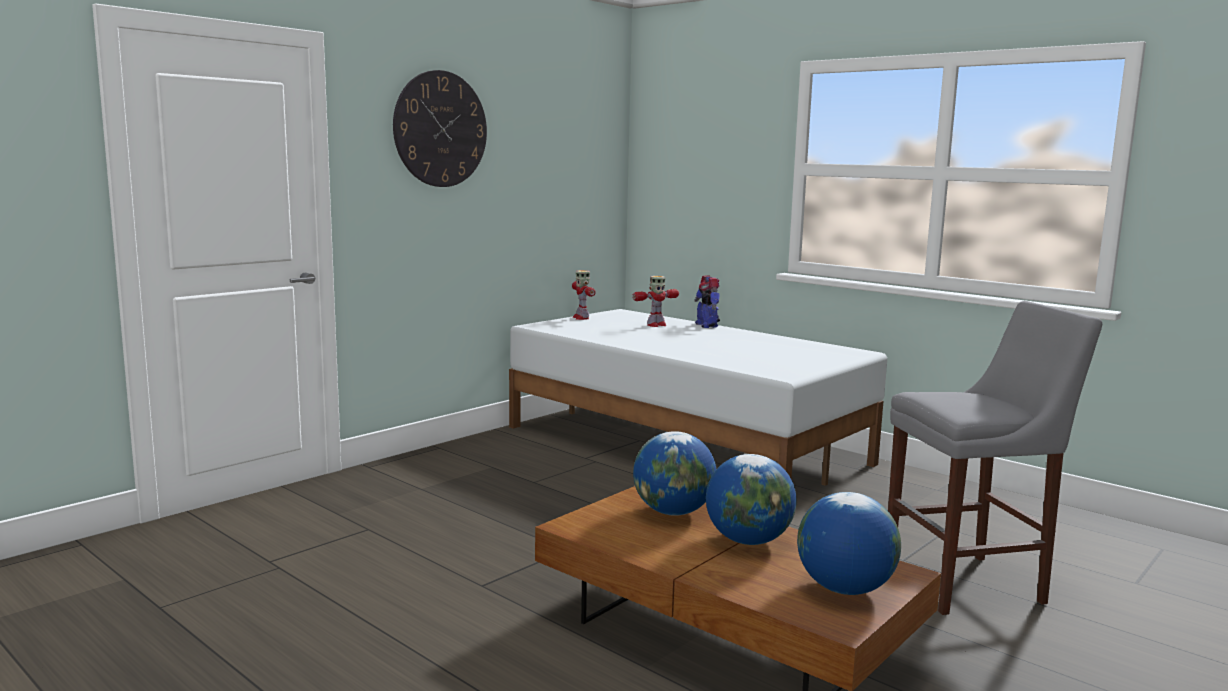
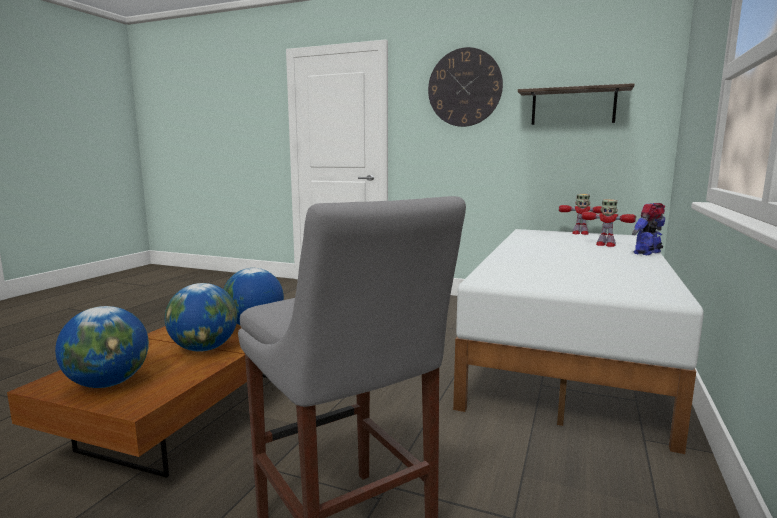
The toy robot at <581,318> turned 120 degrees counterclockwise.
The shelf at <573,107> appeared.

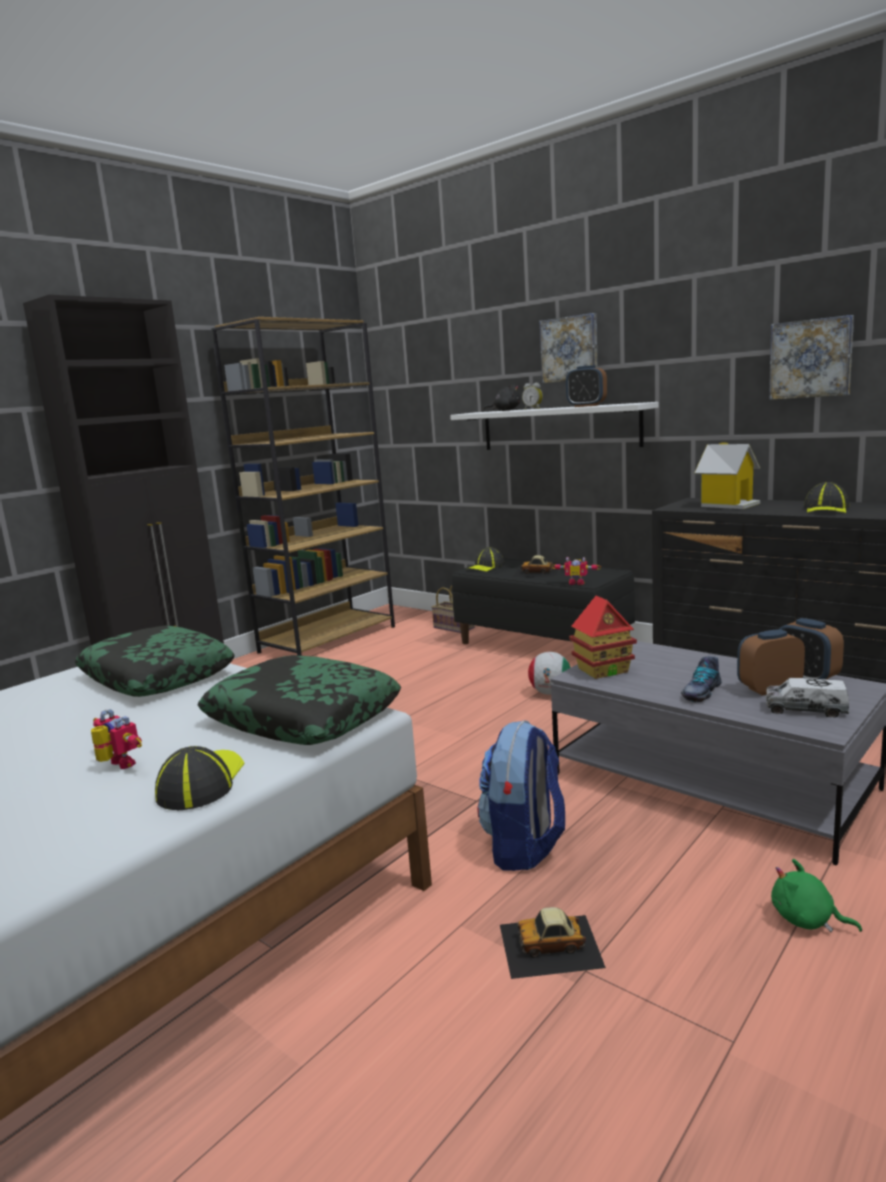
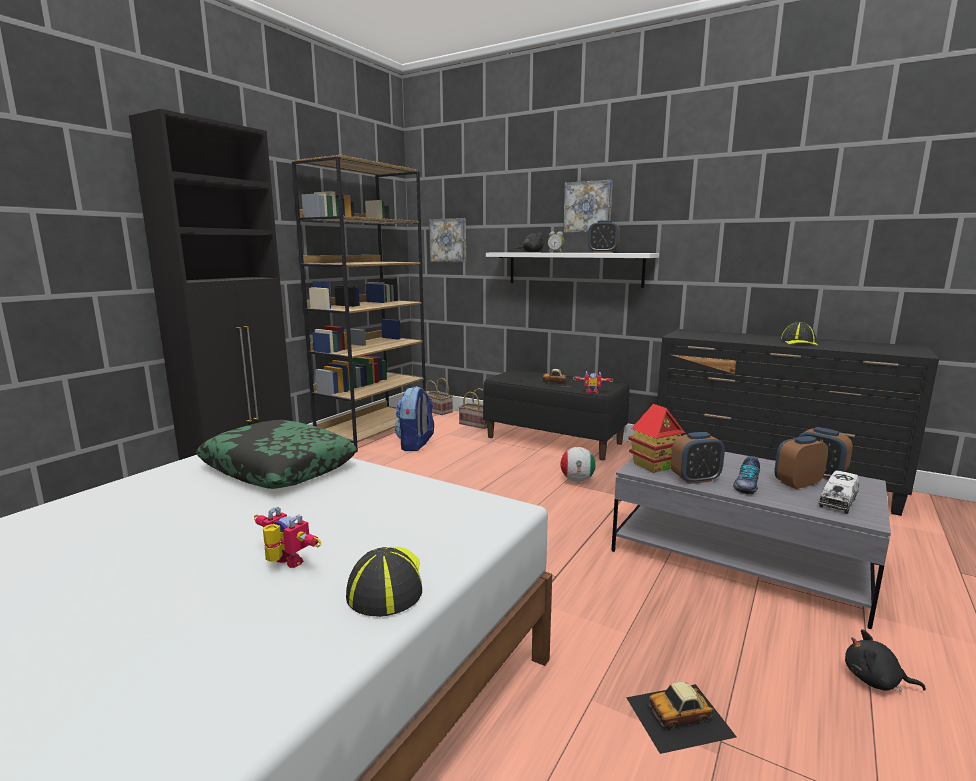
The pillow at <301,717> disappeared.
The cap at <486,567> disappeared.
The backpack moved from <524,847> to <416,445>.
The toy house at <728,505> disappeared.
The toy truck at <805,709> turned 60 degrees counterclockwise.
The picture moved from <811,358> to <449,240>.
The plush toy in green at <807,920> became the plush toy in black at <875,681>.
The basket at <438,411> appeared.
The alarm clock at <695,479> appeared.

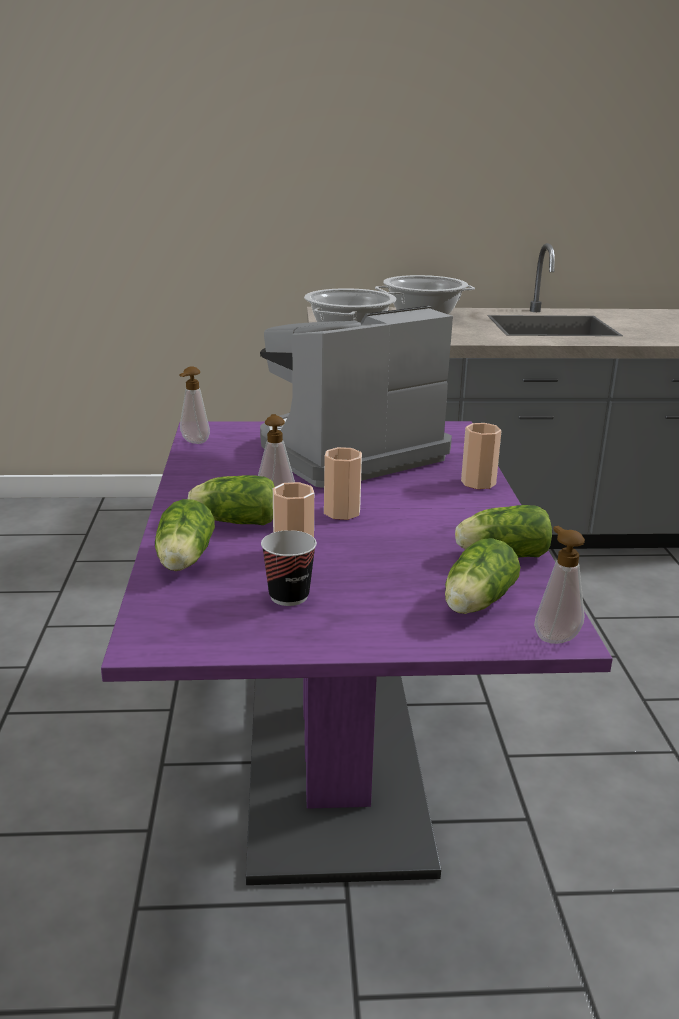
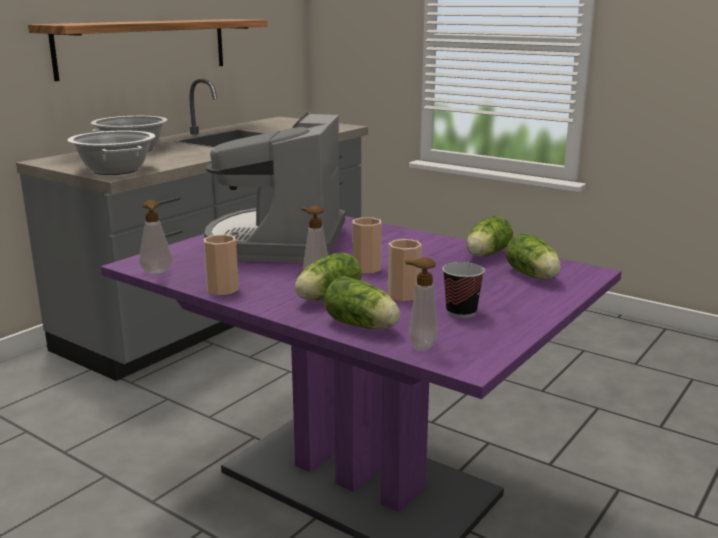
The cup moved from <478,482> to <222,290>.
The soap dispenser moved from <554,636> to <419,346>.
The shelf at <144,47> appeared.

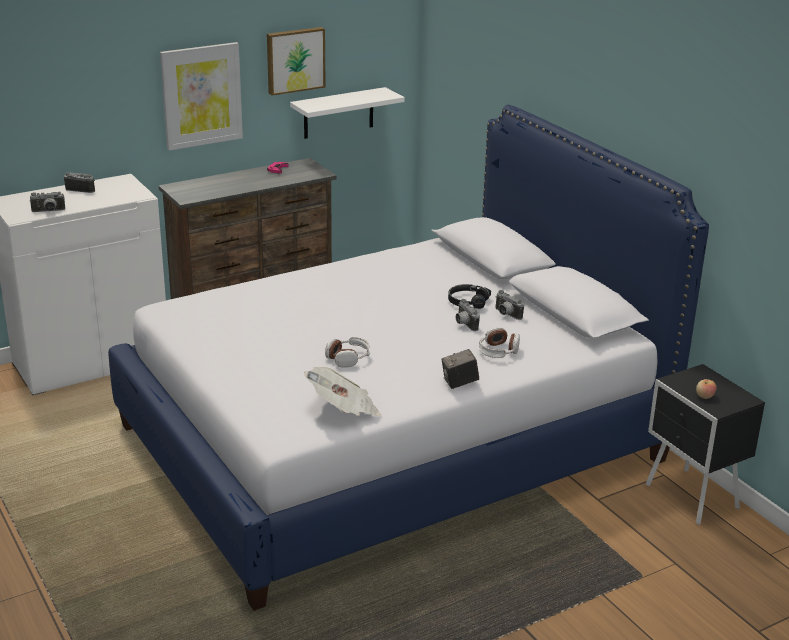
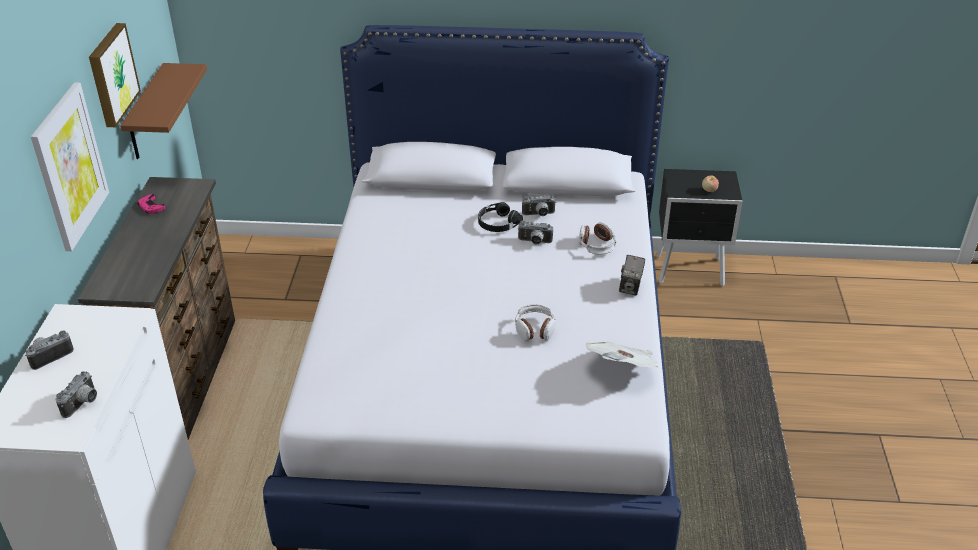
The shelf in white at <338,113> became the shelf in brown at <147,113>.

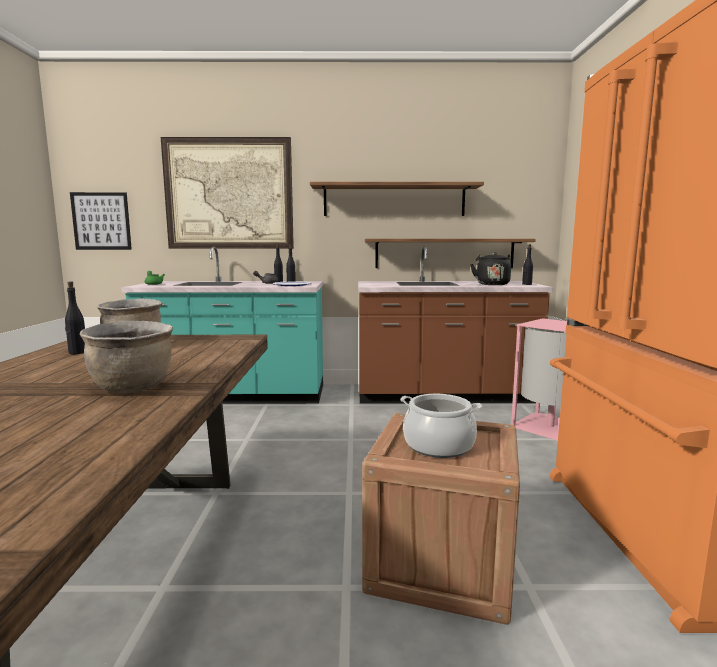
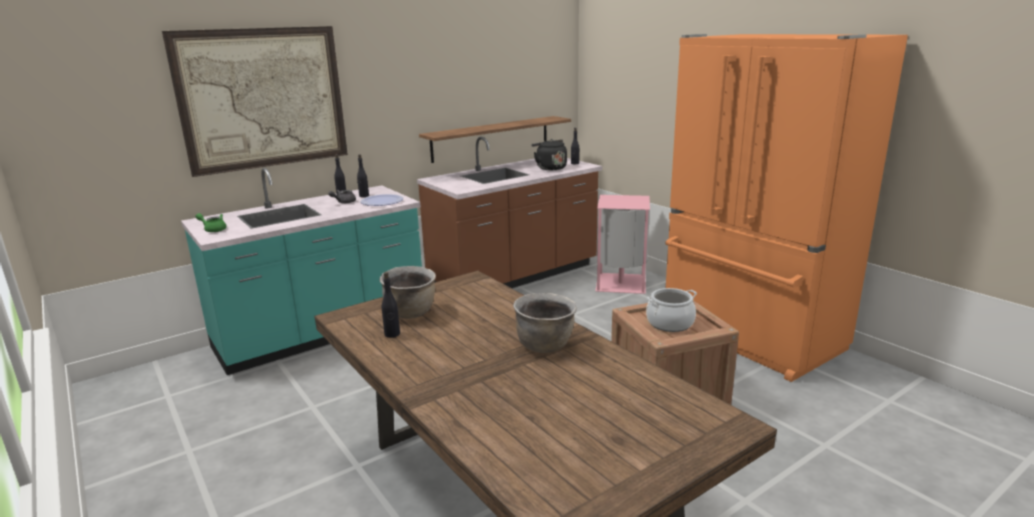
The picture at <101,221> disappeared.
The shelf at <394,200> disappeared.

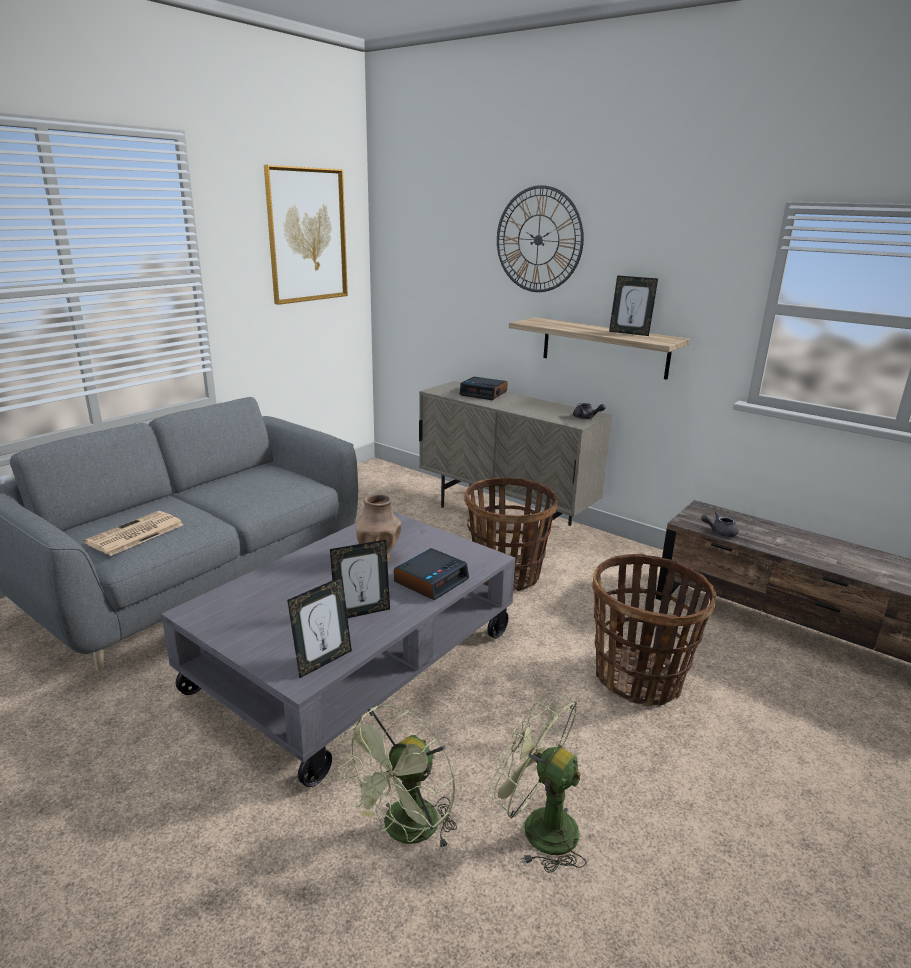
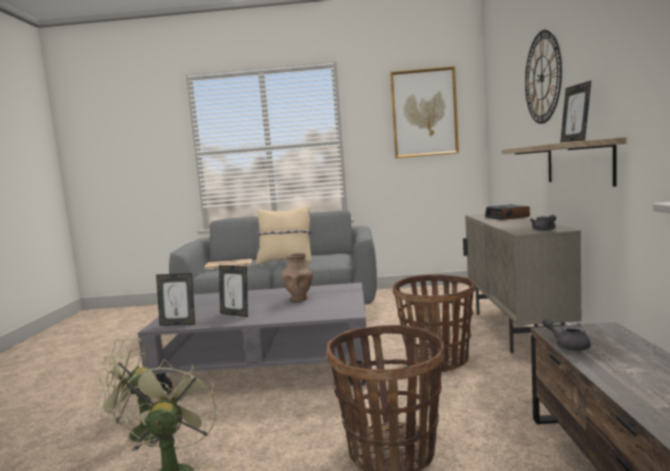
The alarm clock at <431,580> disappeared.
The pillow in beige at <286,262> appeared.

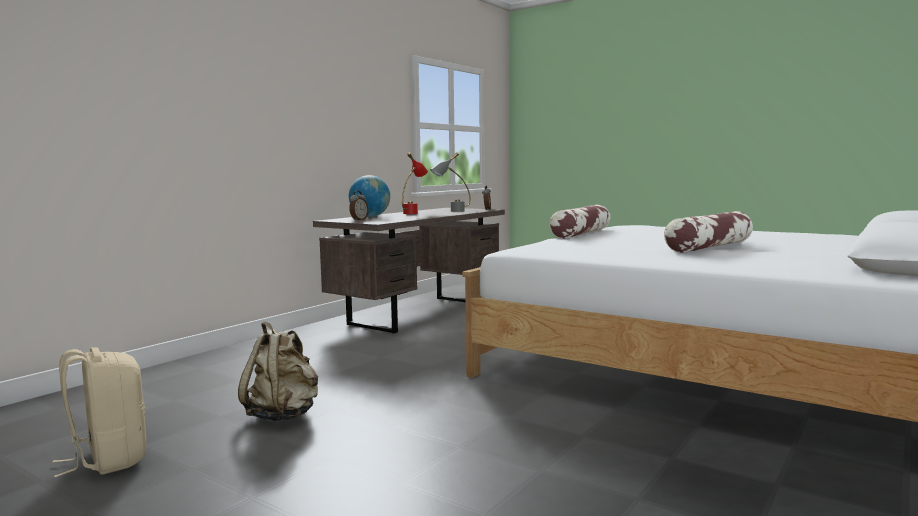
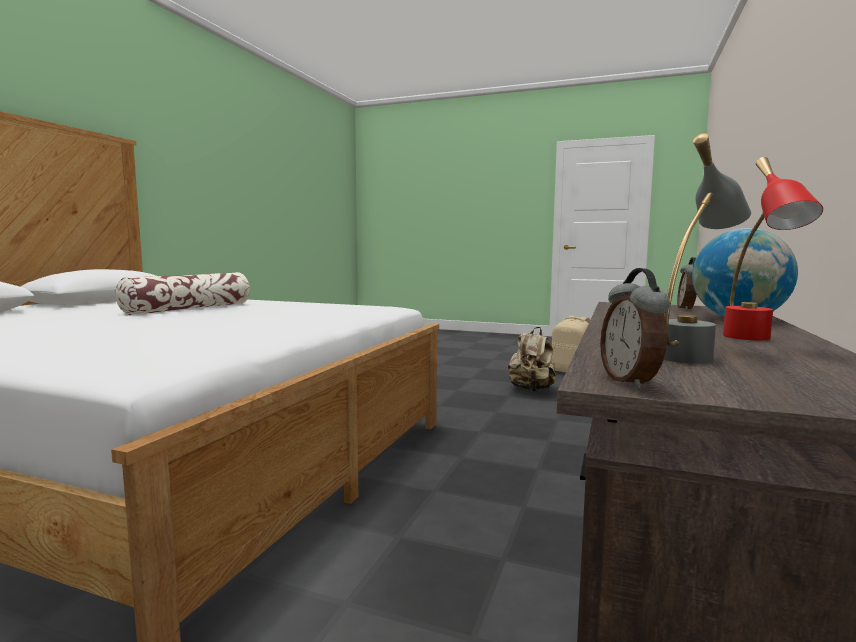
The pillow at <581,234> disappeared.

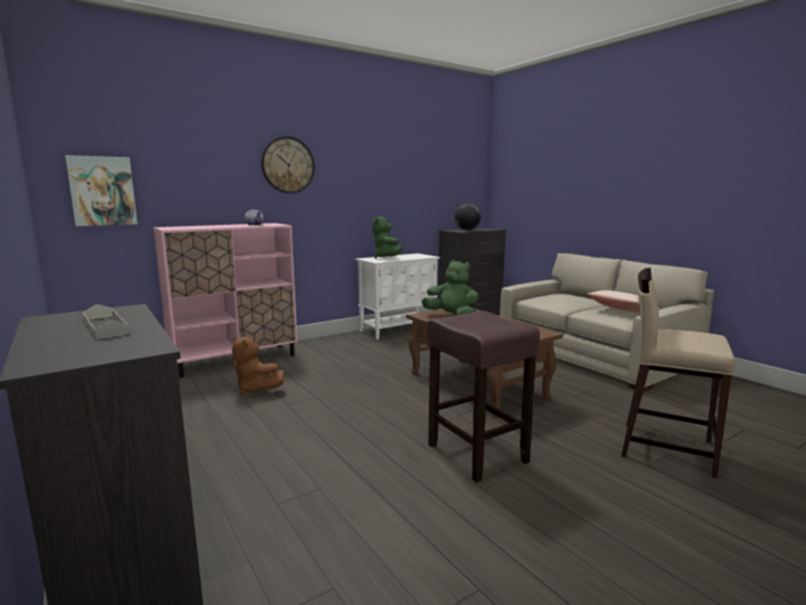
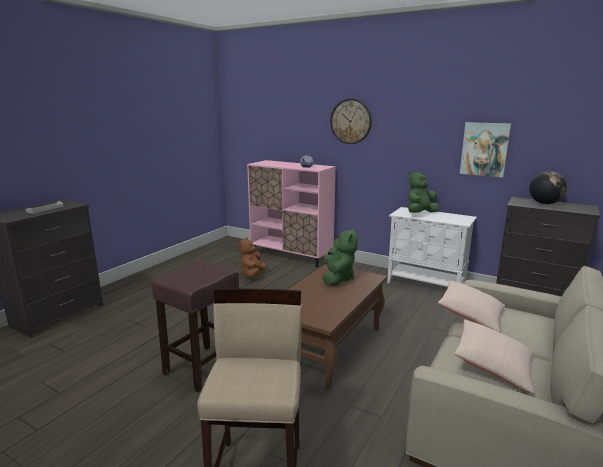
The picture moved from <102,191> to <484,149>.
The pillow in beige at <471,315> appeared.

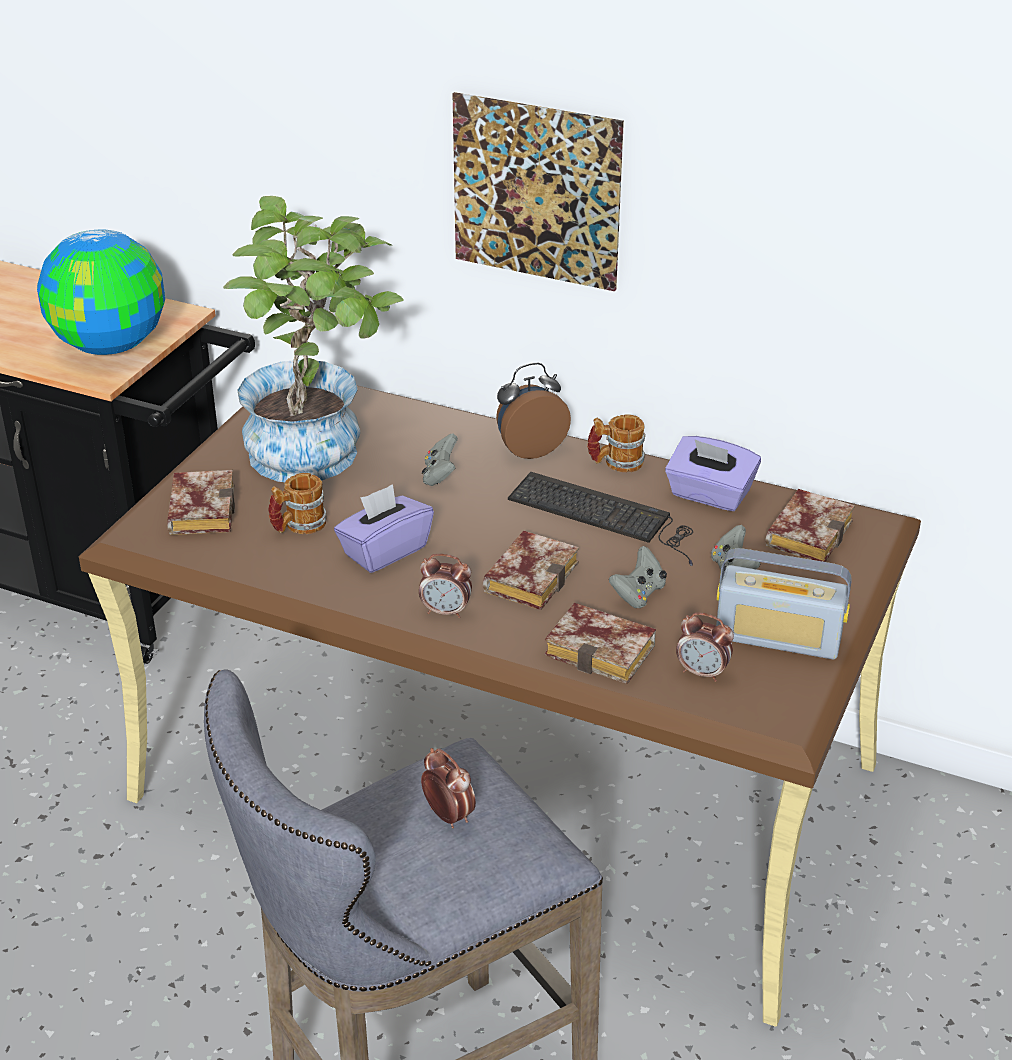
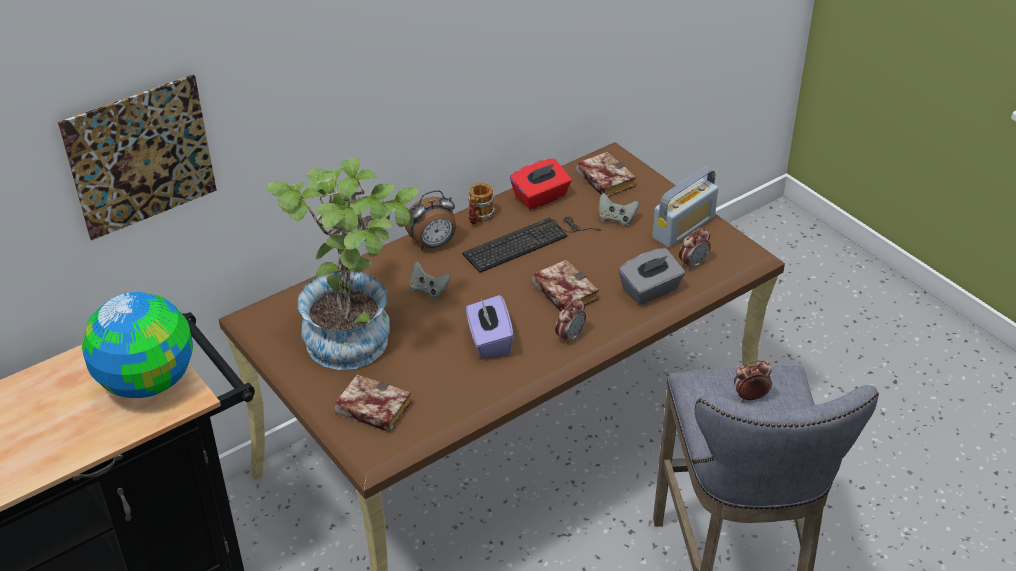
The mug at <298,526> disappeared.
The picture moved from <536,192> to <141,157>.
The alarm clock at <529,449> turned 120 degrees counterclockwise.
The book at <605,651> was replaced by the tissue box in grey at <650,290>.
The game controller in grey at <638,594> disappeared.
The tissue box in purple at <709,495> became the tissue box in red at <541,197>.

